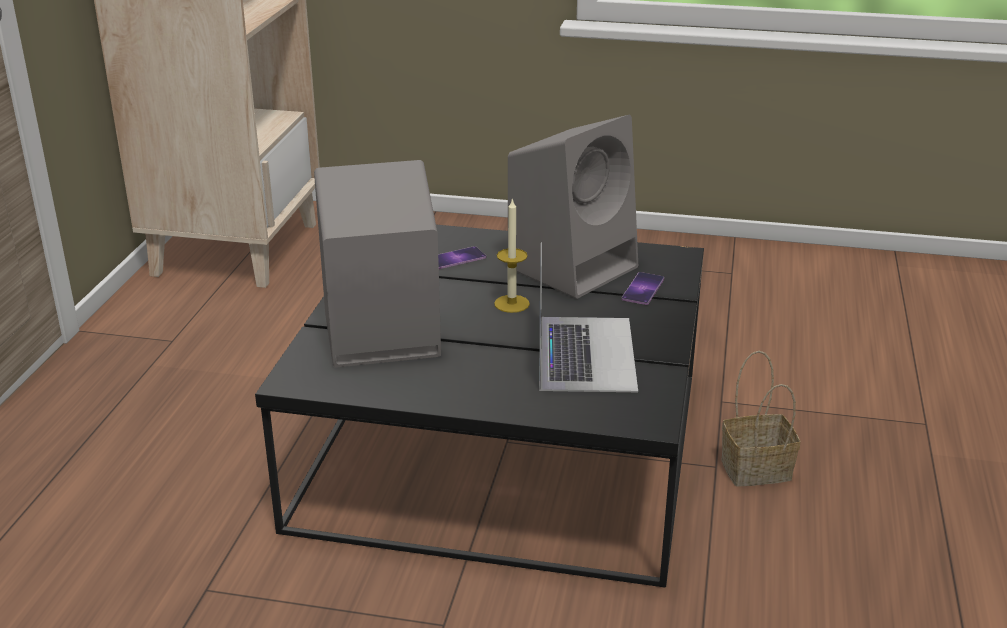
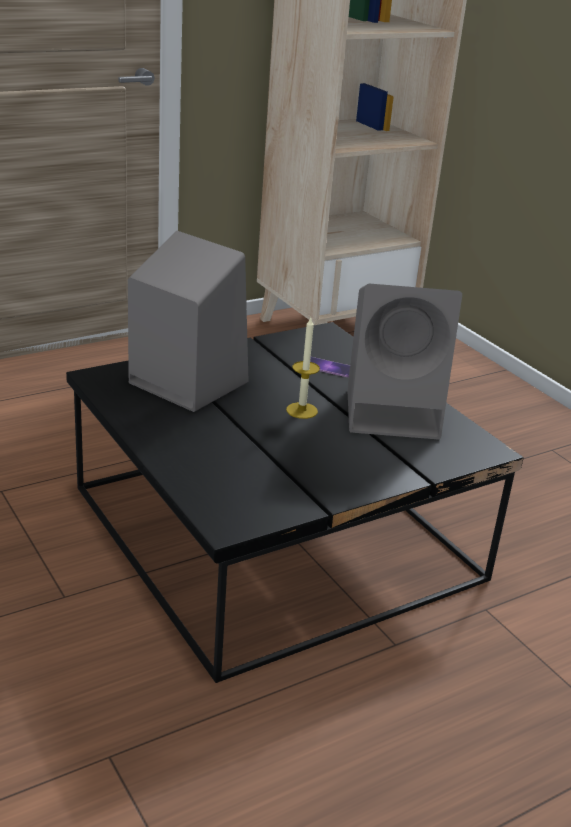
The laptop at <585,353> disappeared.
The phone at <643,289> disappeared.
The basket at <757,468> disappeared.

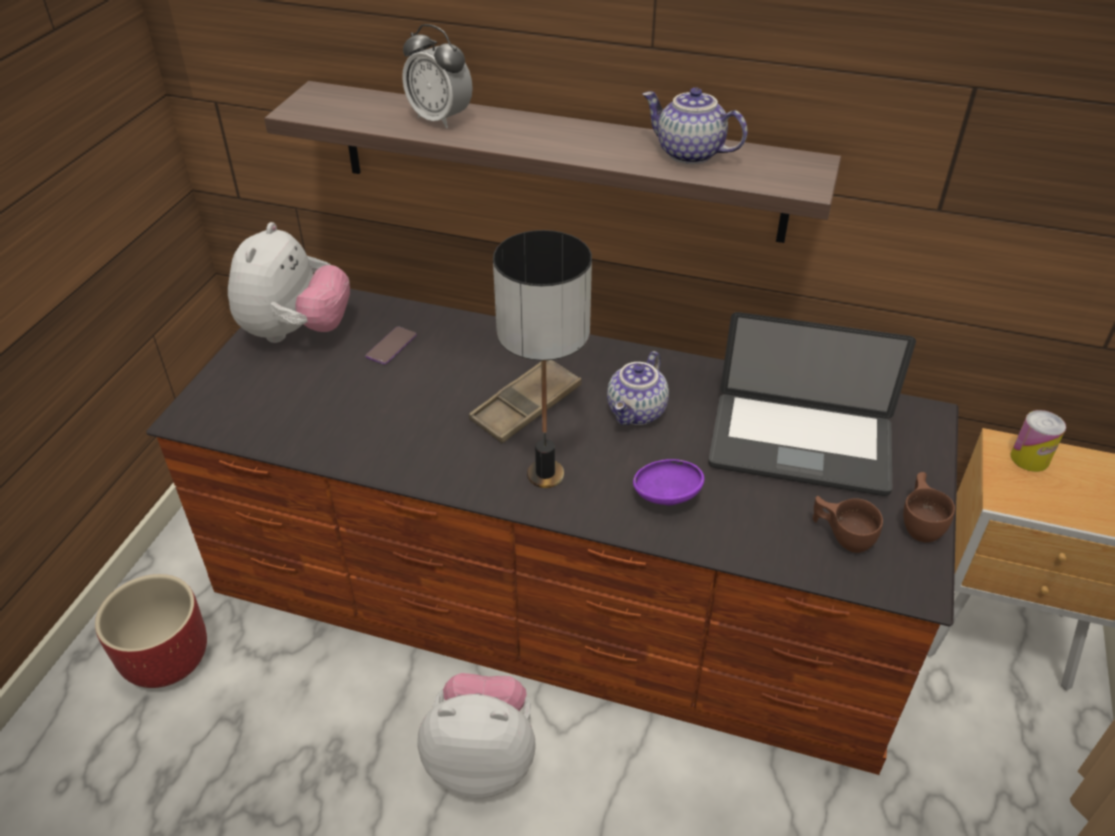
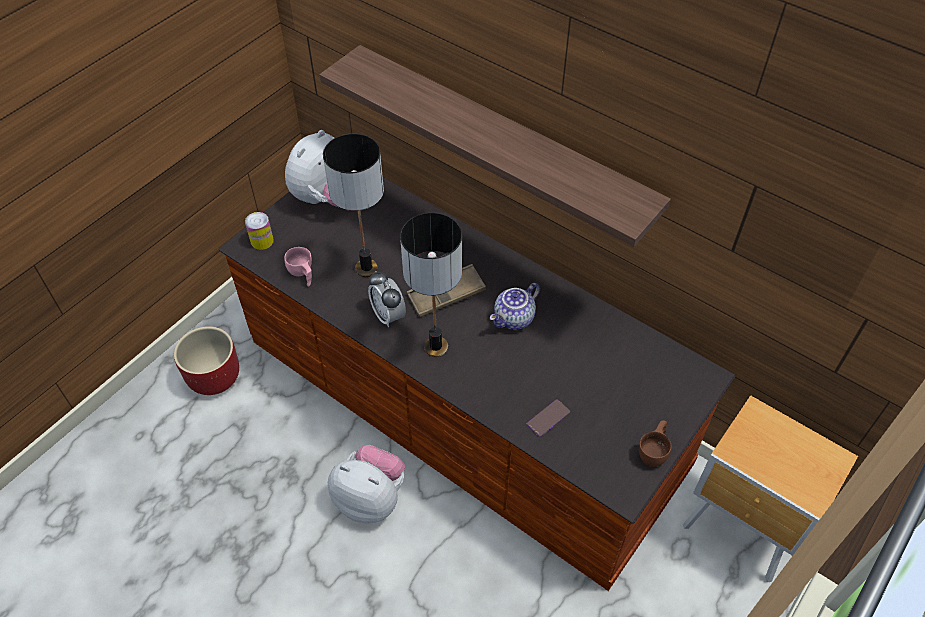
The phone moved from <391,346> to <548,418>.
The alarm clock moved from <440,119> to <388,315>.
The bowl in purple at <666,496> disappeared.
The teapot at <688,154> disappeared.
The laptop at <800,446> disappeared.
The cup in brown at <841,536> disappeared.
The can moved from <1029,458> to <262,241>.
The cup in pink at <302,274> appeared.
The table lamp at <366,269> appeared.

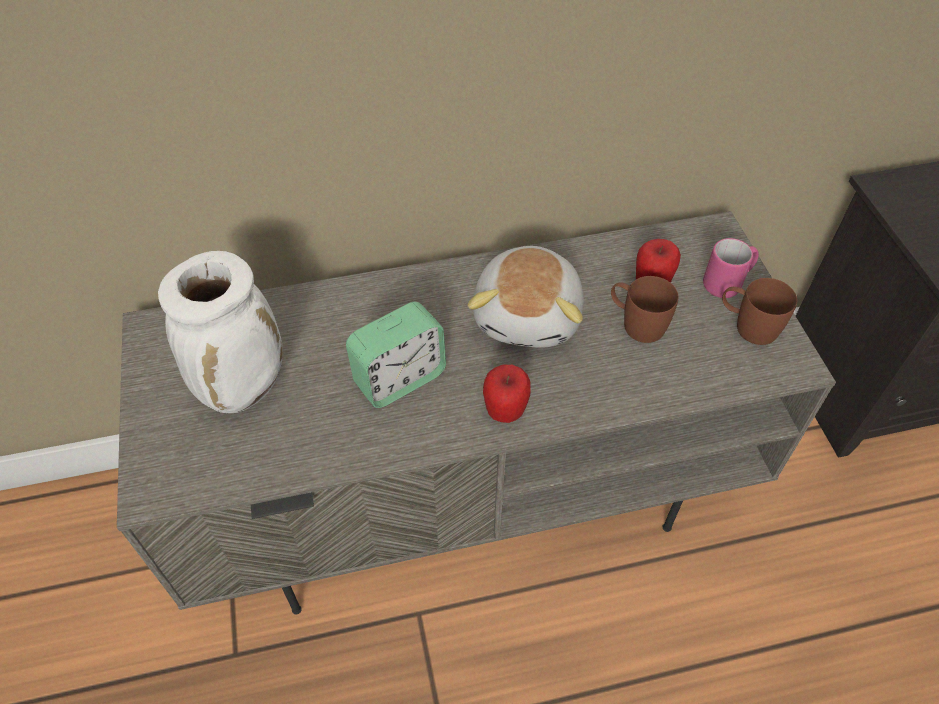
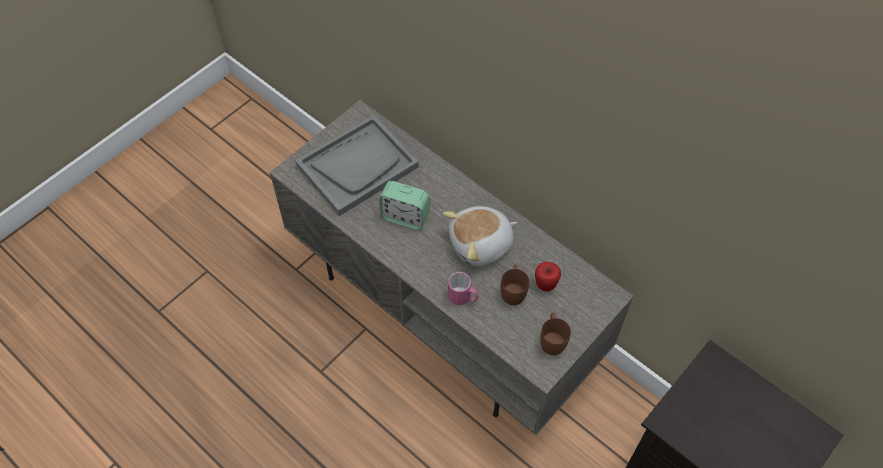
The vase in white at <244,387> was replaced by the tray in grey at <357,166>.
The apple at <505,411> disappeared.
The mug in pink moved from <727,283> to <463,298>.

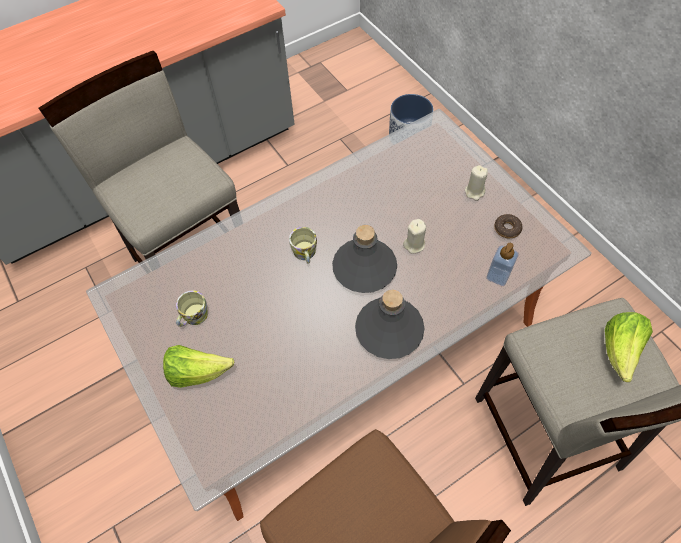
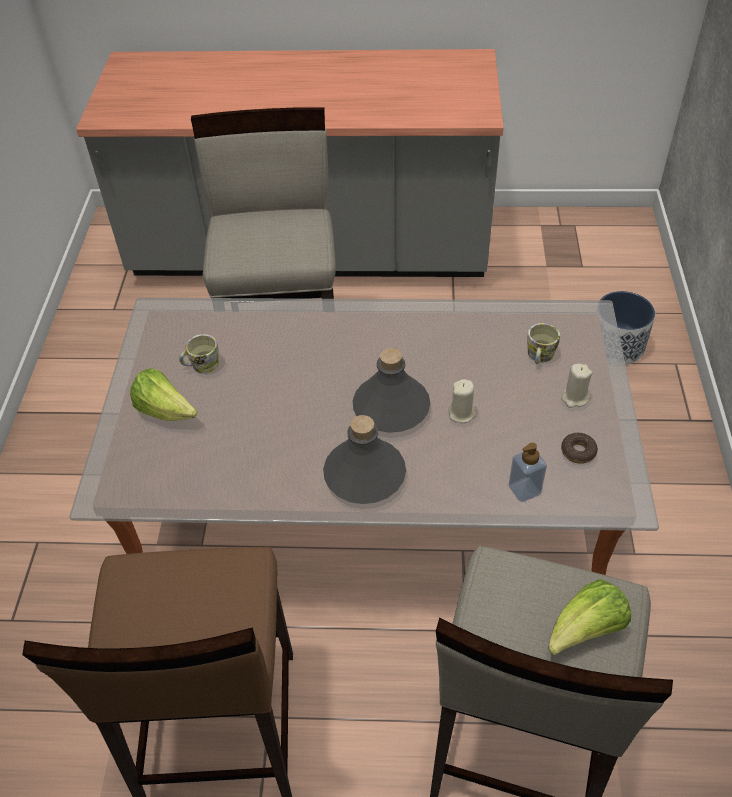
The mug moved from <305,254> to <539,356>.

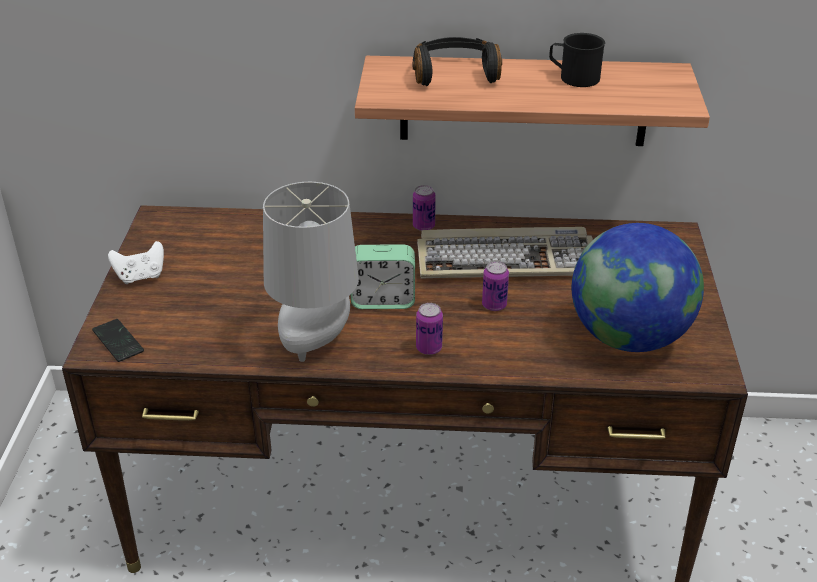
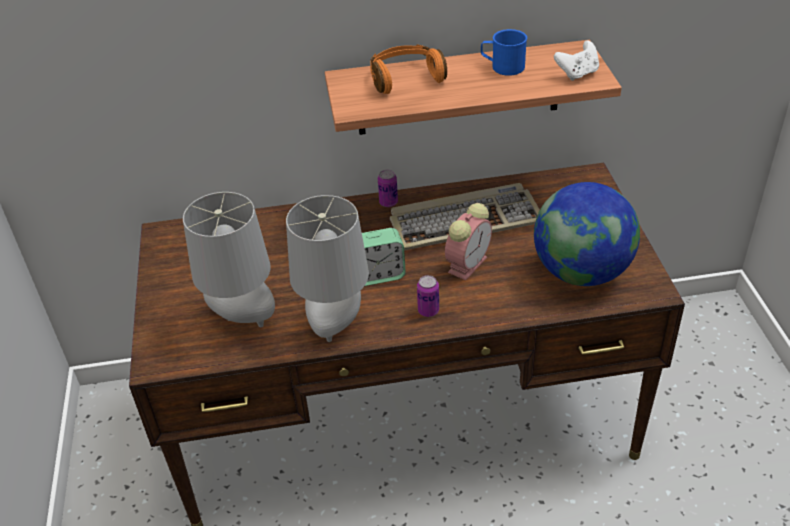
The phone at <118,341> disappeared.
The game controller in white moved from <140,276> to <577,74>.
The headphones in black at <454,74> became the headphones in orange at <405,78>.
The can at <494,305> was replaced by the alarm clock at <468,263>.
The mug in black at <573,77> became the mug in blue at <502,66>.
The table lamp in grey at <242,319> appeared.

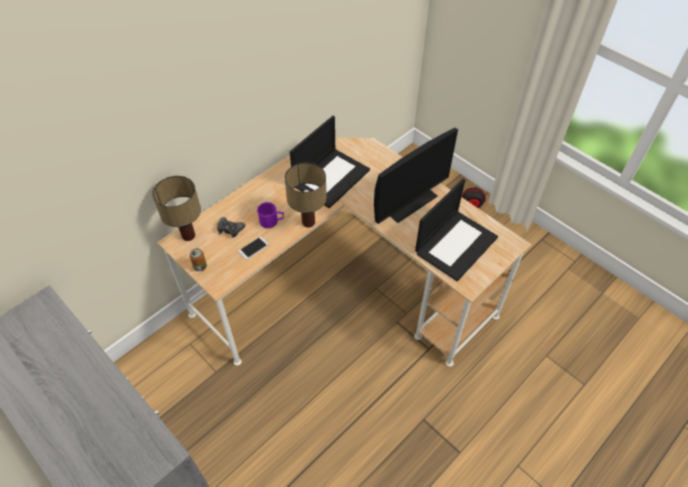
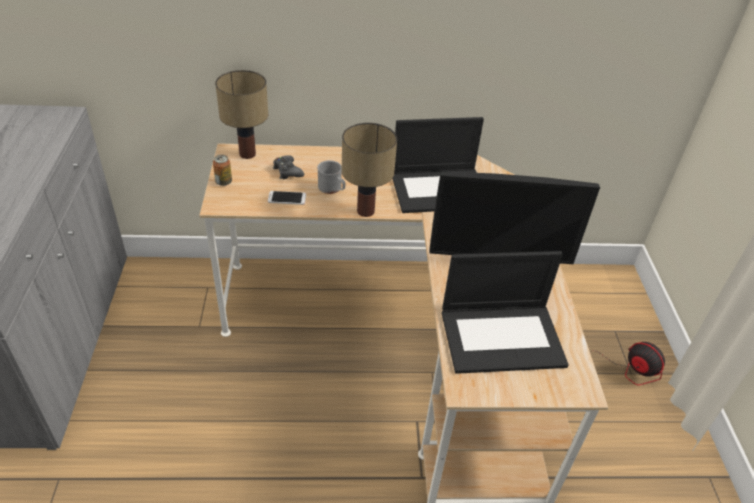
The mug in purple at <271,221> became the mug in grey at <332,189>.

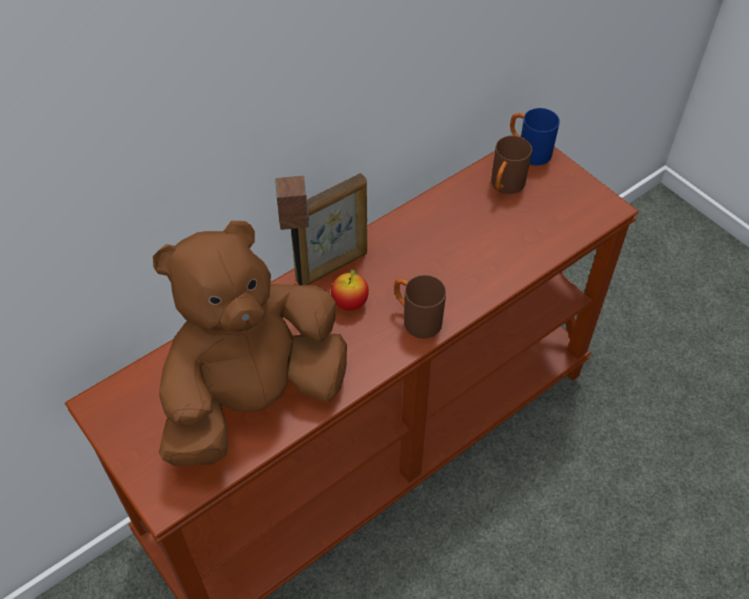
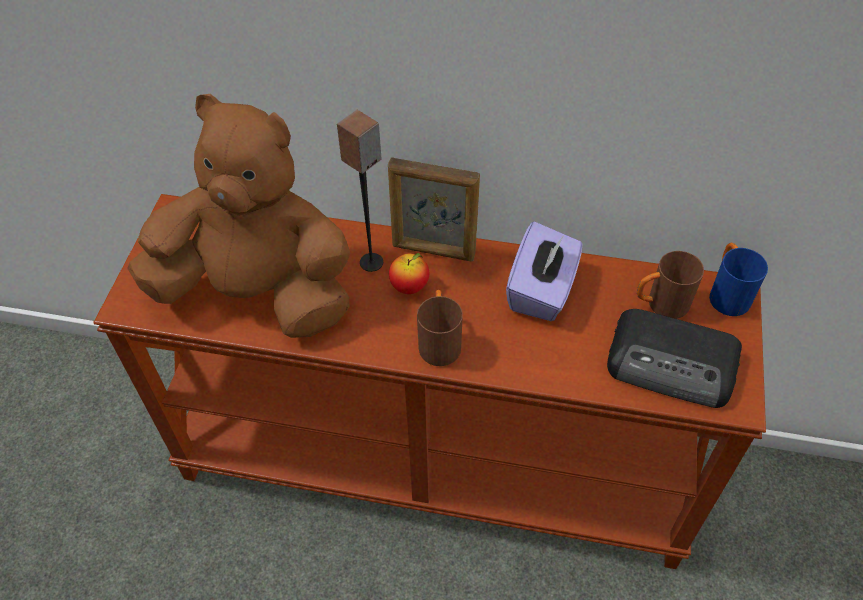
The tissue box in purple at <542,290> appeared.
The radio at <673,364> appeared.

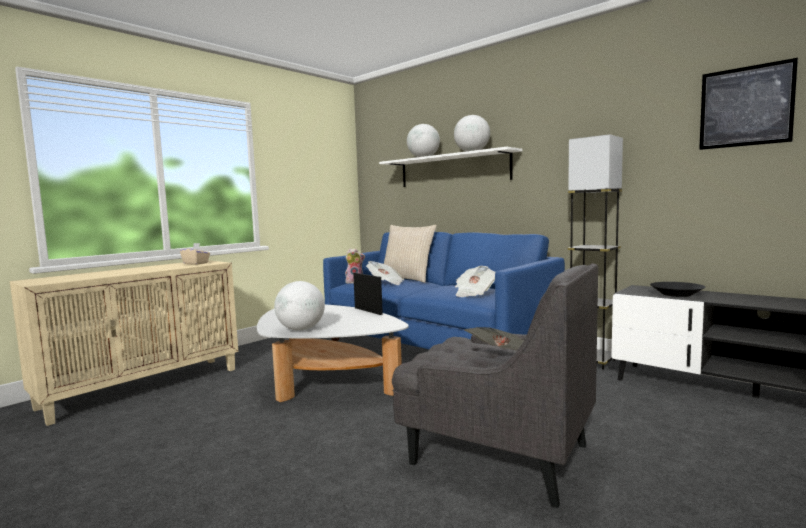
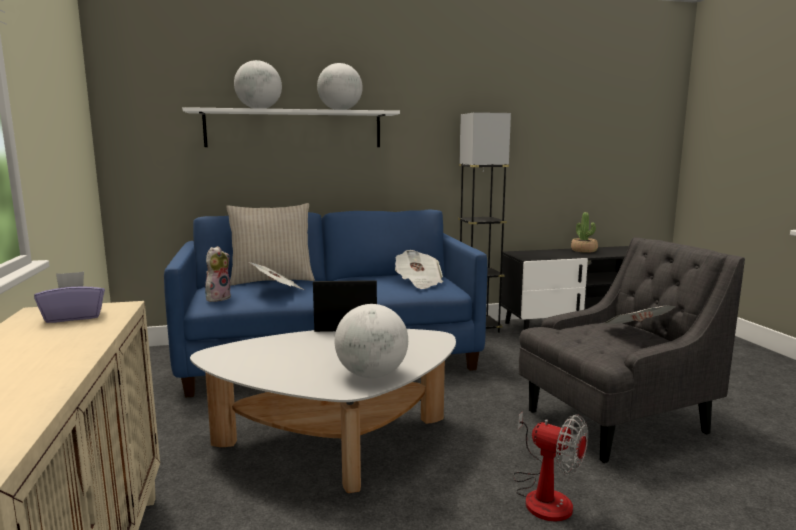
The tissue box in beige at <196,263> became the tissue box in purple at <74,317>.
The bowl in black at <676,294> disappeared.
The picture at <745,106> disappeared.
The fan at <543,495> appeared.
The potted plant at <584,250> appeared.

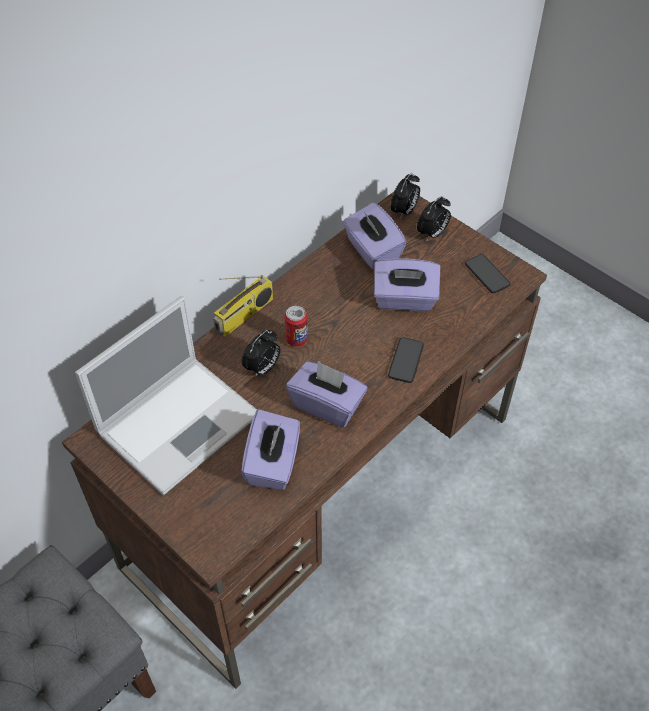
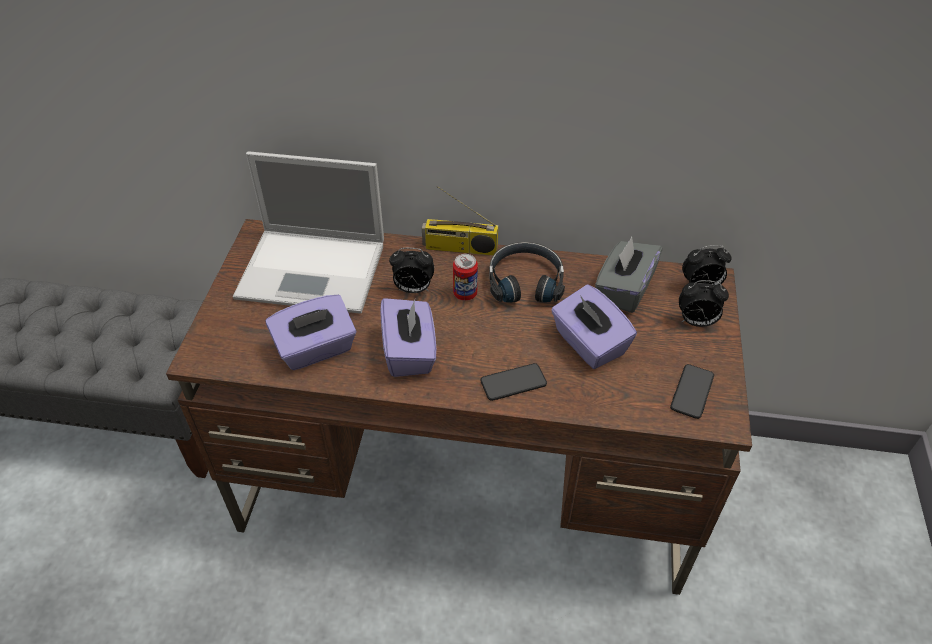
The tissue box in purple at <372,250> became the tissue box in grey at <624,290>.
The headphones in black at <525,281> appeared.

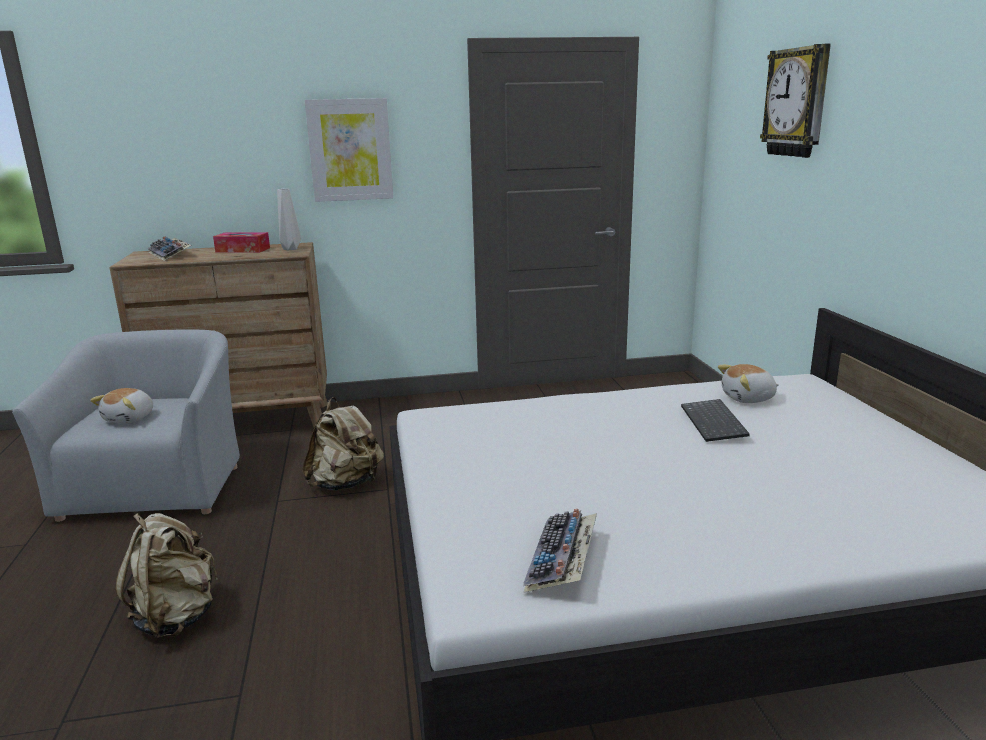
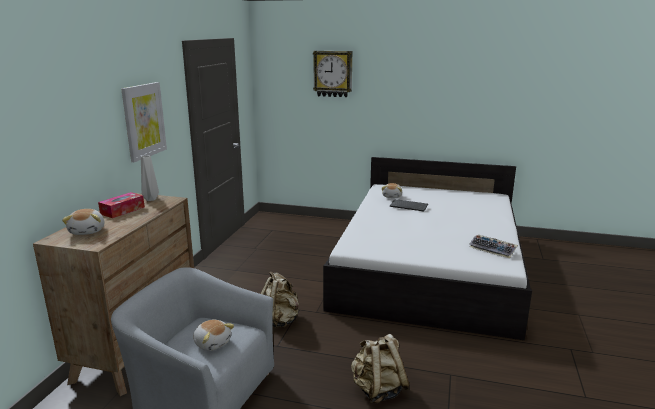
The keyboard at <171,254> was replaced by the plush toy at <88,231>.

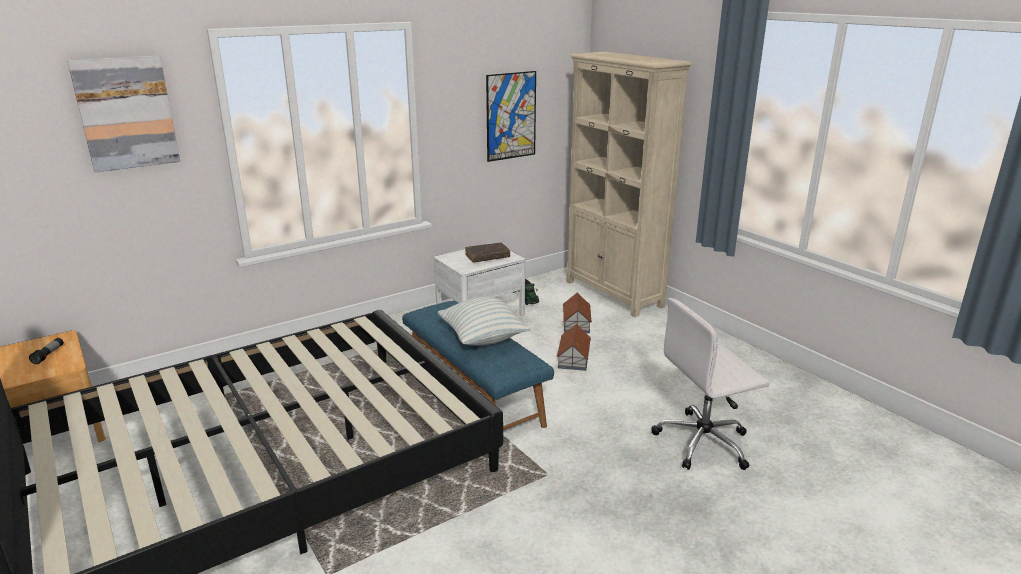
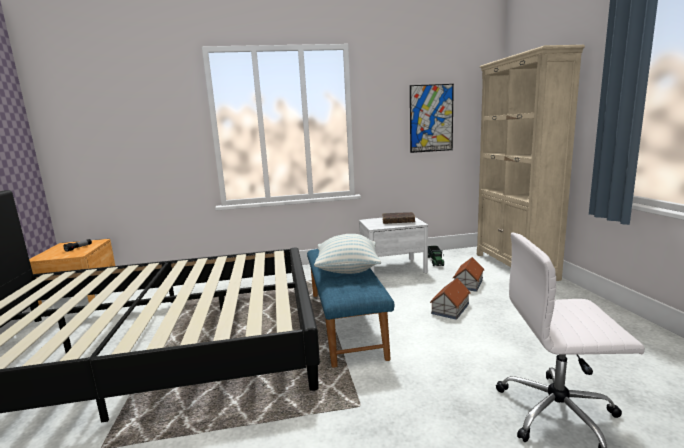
The picture at <126,113> disappeared.

